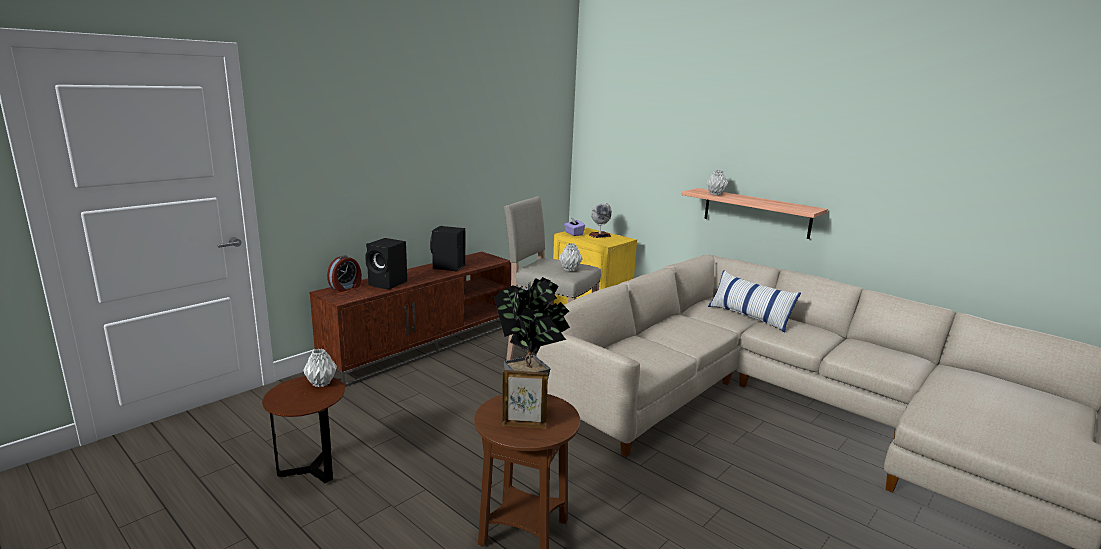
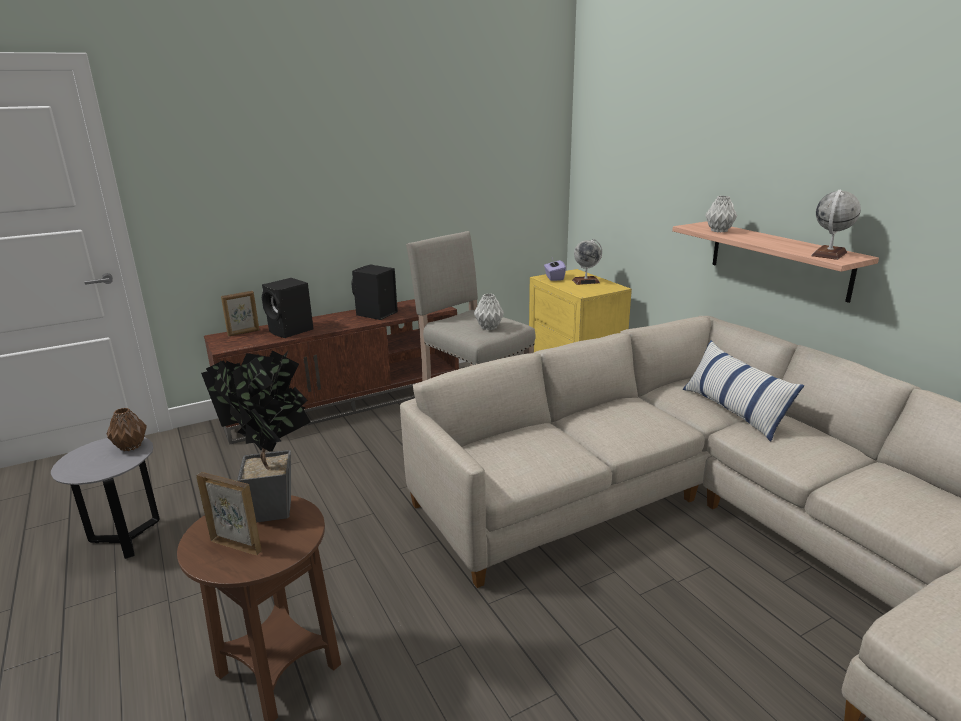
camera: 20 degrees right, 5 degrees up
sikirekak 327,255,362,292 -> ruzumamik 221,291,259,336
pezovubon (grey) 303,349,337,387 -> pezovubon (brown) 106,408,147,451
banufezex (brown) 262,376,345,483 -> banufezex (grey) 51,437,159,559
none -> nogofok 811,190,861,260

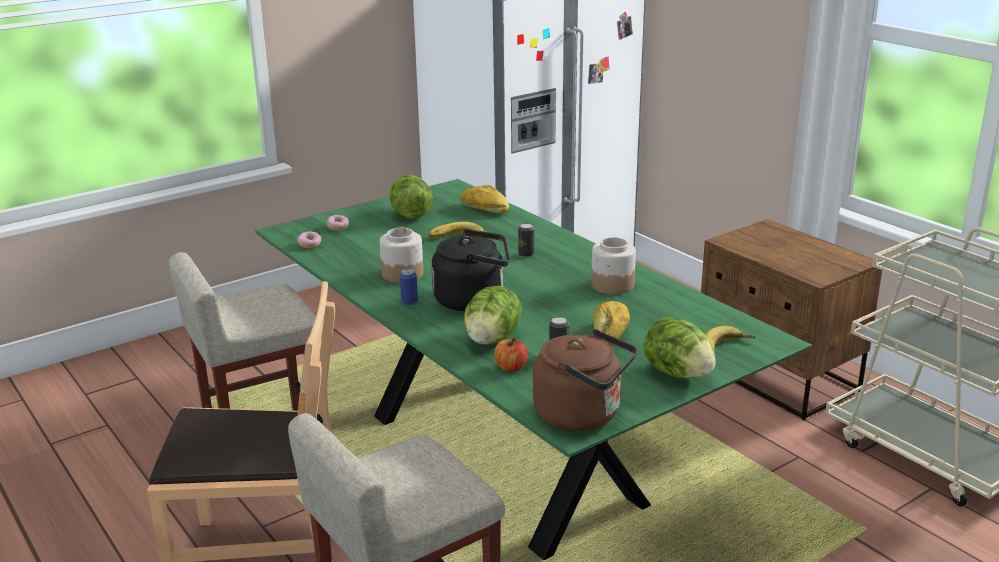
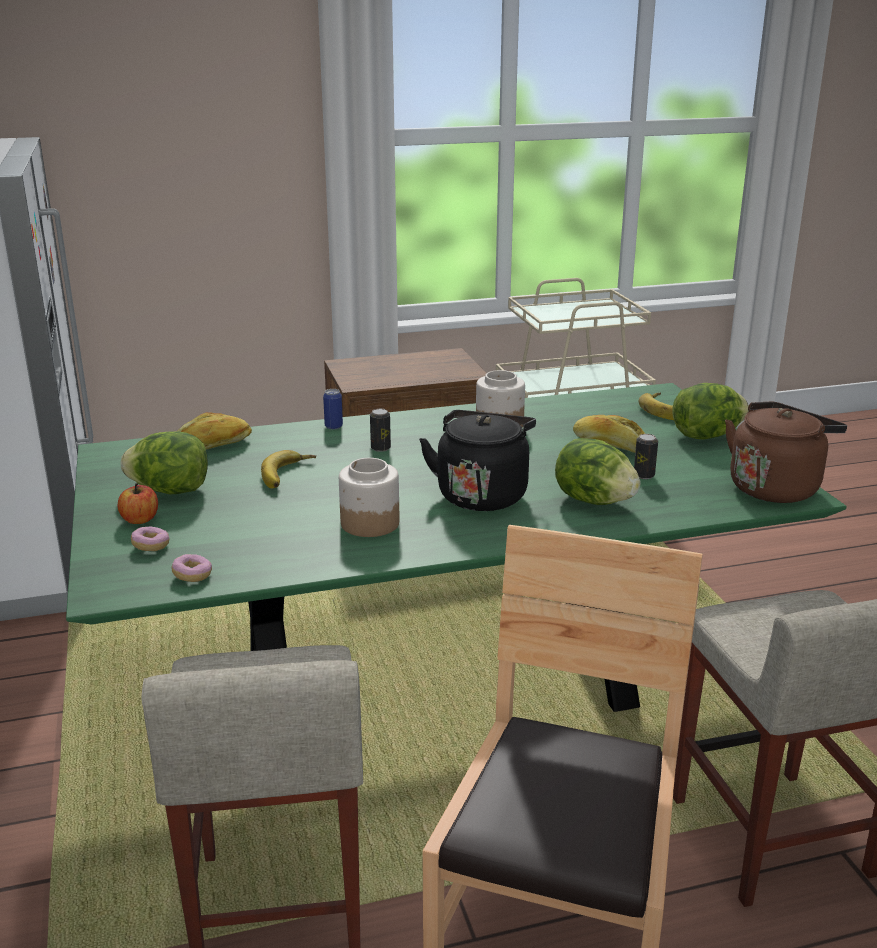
camera: 70 degrees left, 0 degrees up
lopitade 400,268,418,305 -> lopitade 323,389,343,429, shifted
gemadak 494,338,528,372 -> gemadak 118,483,158,524, shifted

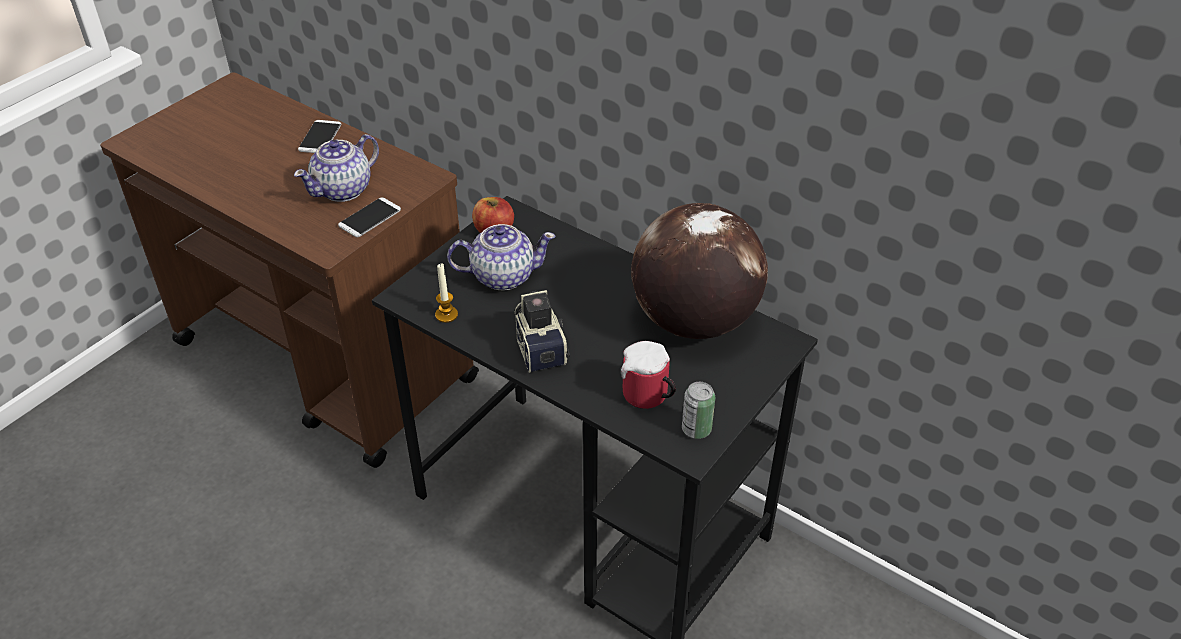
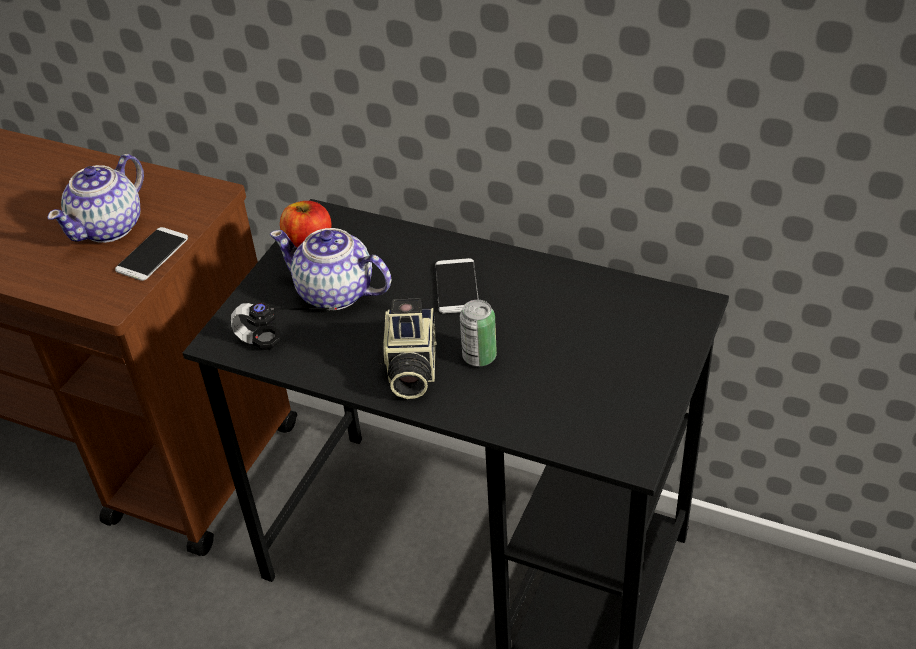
camera: 10 degrees left, 0 degrees up
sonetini 298,120,341,153 -> sonetini 435,258,479,314, shifted
nogofok 631,203,768,339 -> none
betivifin 447,224,556,291 -> betivifin 270,228,391,310, 135 degrees counterclockwise
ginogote 435,264,458,323 -> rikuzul 231,302,337,350
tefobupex 515,290,570,373 -> tefobupex 378,298,436,399, 150 degrees counterclockwise
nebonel 621,341,676,409 -> none
lopitade 682,382,715,439 -> lopitade 460,300,497,366, shifted

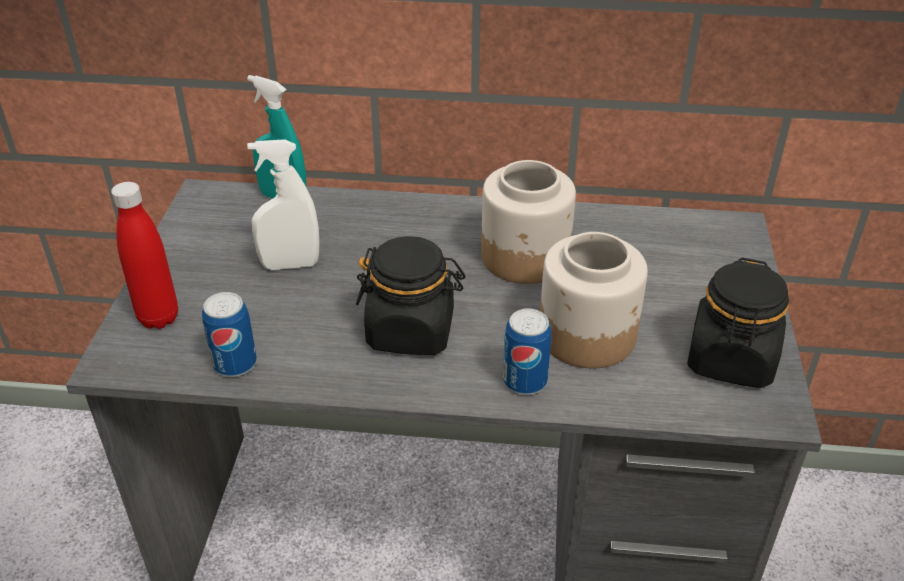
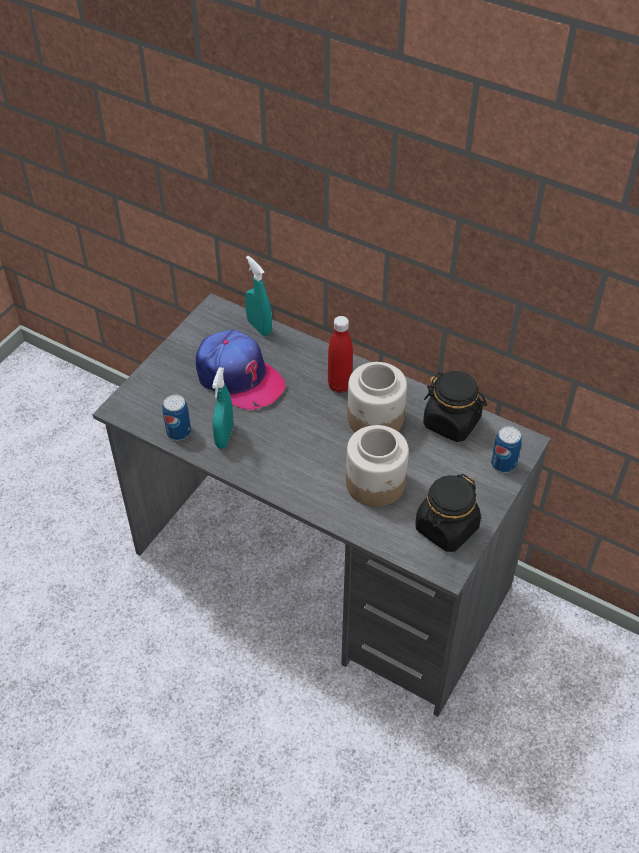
camera: 25 degrees right, 10 degrees up
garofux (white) 247,139,320,270 -> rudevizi 196,330,286,410
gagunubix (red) 111,182,178,329 -> gagunubix (red) 328,316,353,393, shifted
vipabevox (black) 356,236,465,355 -> vipabevox (black) 423,371,487,442, shifted
lopitade 503,308,552,395 -> lopitade 491,426,522,473, shifted
none -> garofux (turquoise) 212,367,233,449

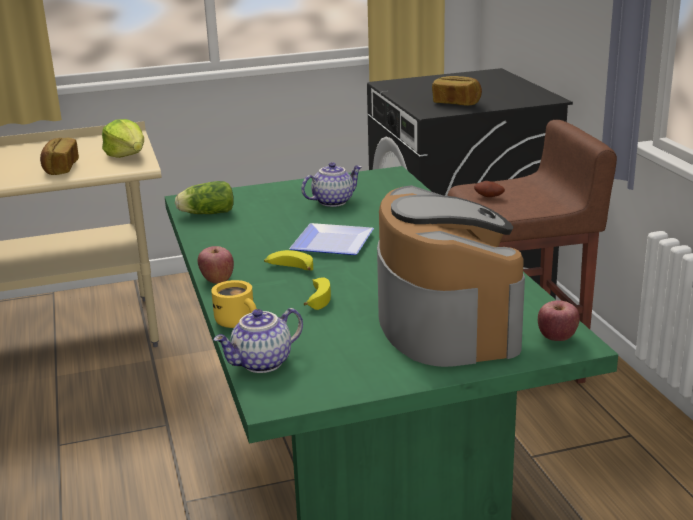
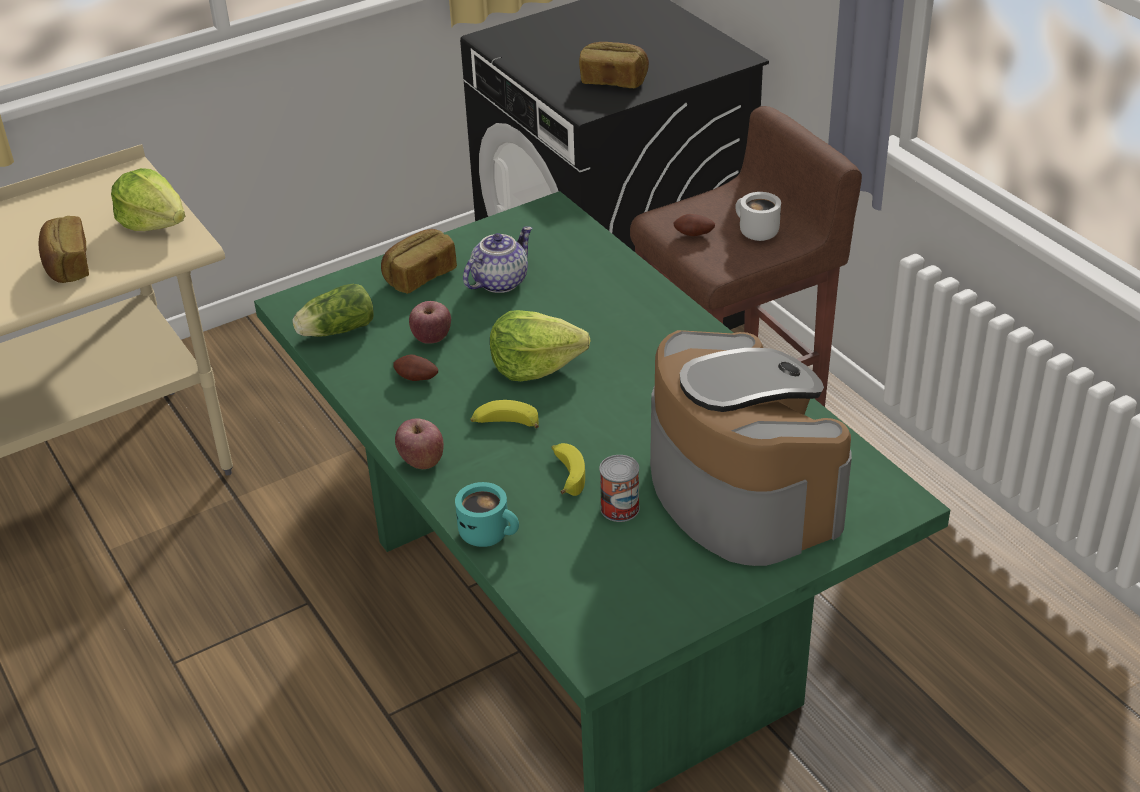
camera: 15 degrees left, 15 degrees up
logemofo 289,223,374,255 -> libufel 490,310,591,381
nebonel (yellow) 211,280,257,328 -> nebonel (turquoise) 455,482,519,547
gemadak 538,300,580,341 -> gemadak 409,301,451,344, shifted
betivifin 213,308,303,373 -> none
none -> nebonel (white) 735,192,781,241
none -> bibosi 381,229,457,294
none -> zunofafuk 393,354,438,381
none -> lopitade 599,455,640,522

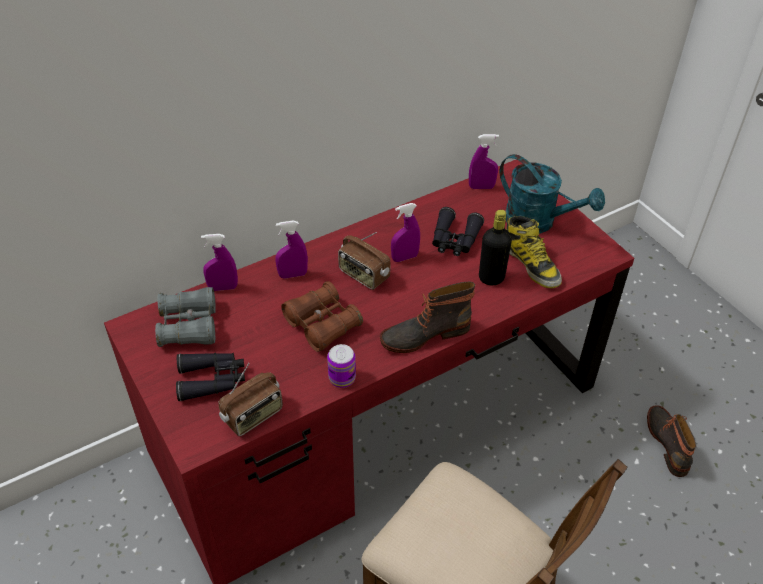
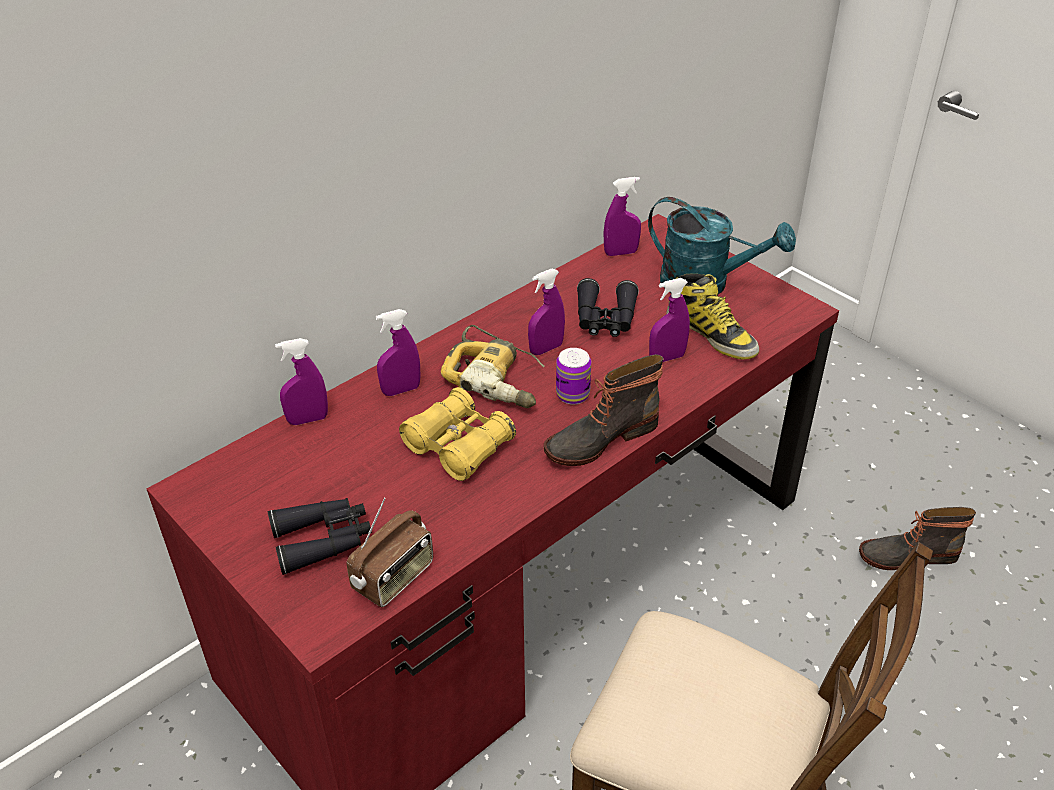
camera: 10 degrees left, 5 degrees down
gagunubix (black) 479,210,512,285 -> garofux (purple) 649,278,690,362
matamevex 338,232,390,290 -> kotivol 441,325,545,408
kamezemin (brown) 281,281,363,352 -> kamezemin (yellow) 399,387,516,481
kamezemin (grey) 155,287,216,347 -> none
lopitade 327,344,356,388 -> lopitade 556,348,591,405, shifted
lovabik 647,406,696,477 -> lovabik 859,507,976,570, 75 degrees counterclockwise

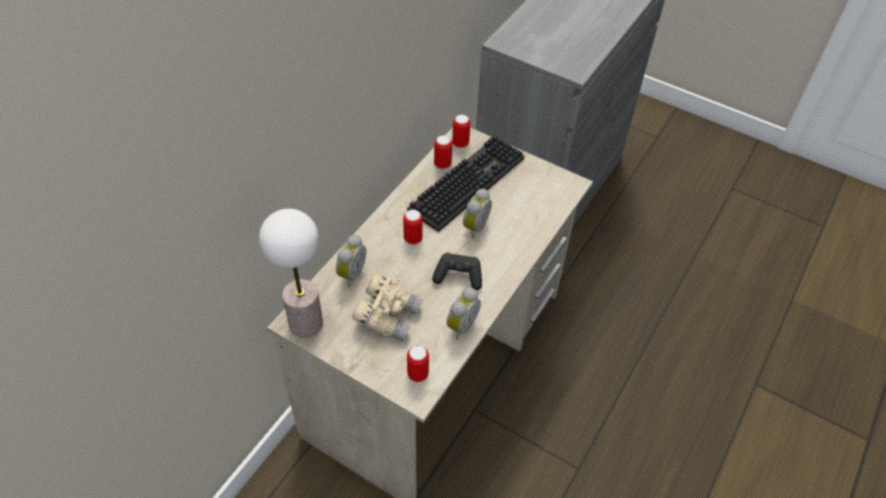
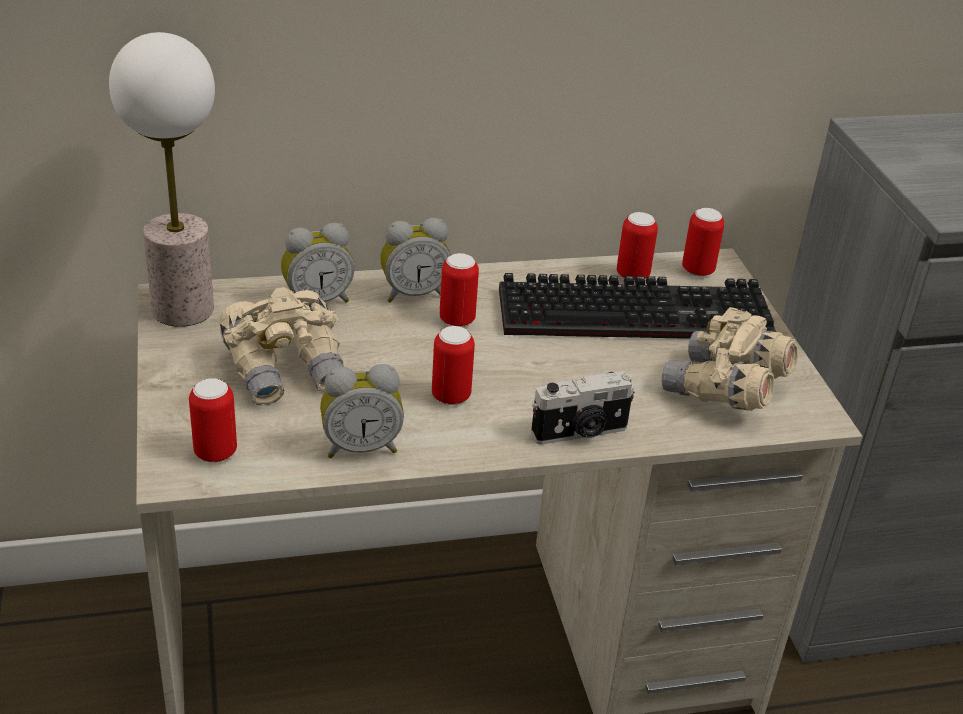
camera: 45 degrees right, 15 degrees down
sikirekak 463,189,492,238 -> sikirekak 380,218,451,303, shifted
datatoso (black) 432,253,482,290 -> lopitade 432,326,475,405
none -> kamezemin (beige) 662,307,798,411
none -> tefobupex 531,371,635,445

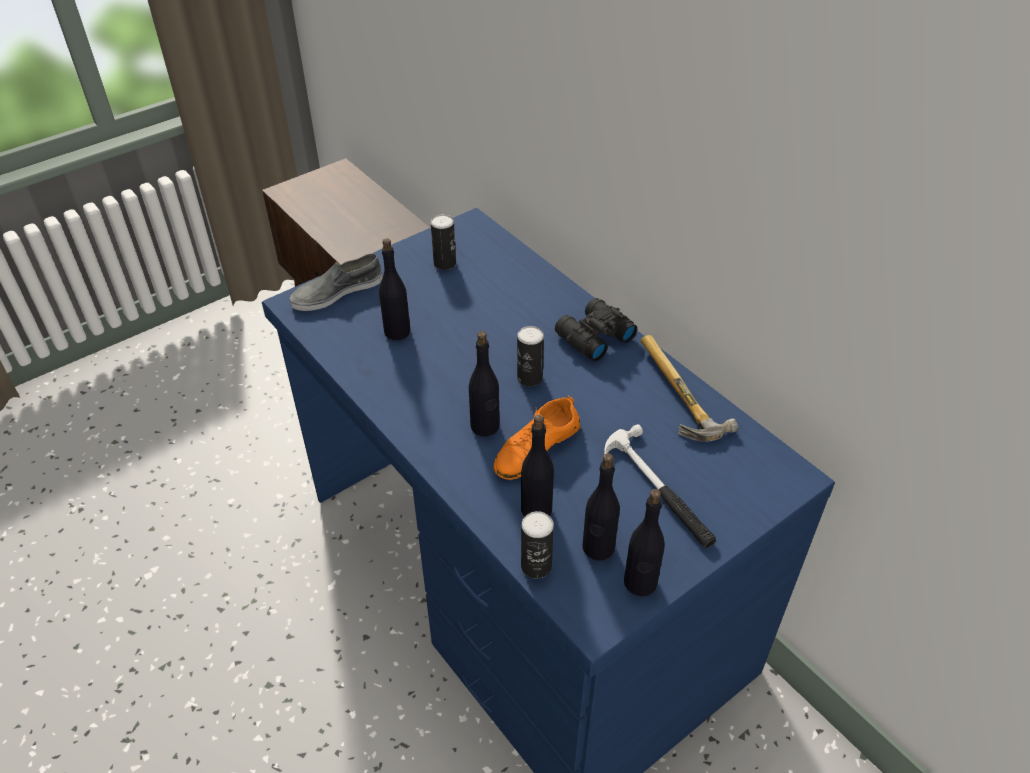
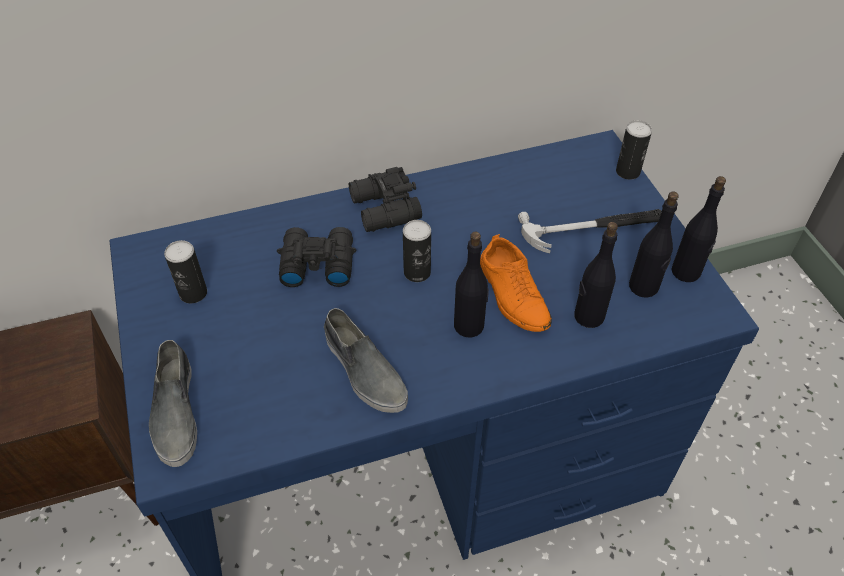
camera: 70 degrees left, 5 degrees up
gagunubix (black) 379,238,410,340 -> none
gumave 640,335,738,442 -> none
lopitade 521,511,554,579 -> lopitade 616,120,652,180, shifted
none -> kamezemin (black) 277,227,356,287
none -> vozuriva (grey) 324,308,408,413

